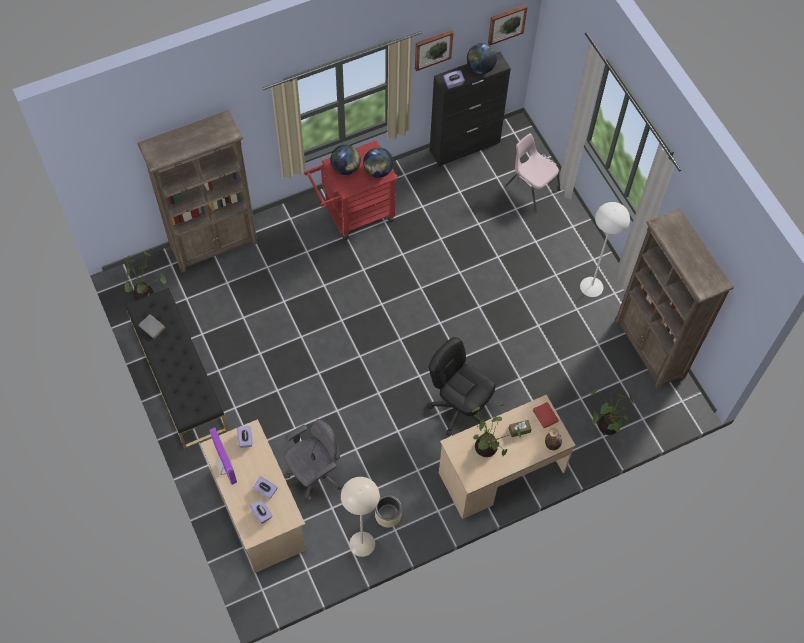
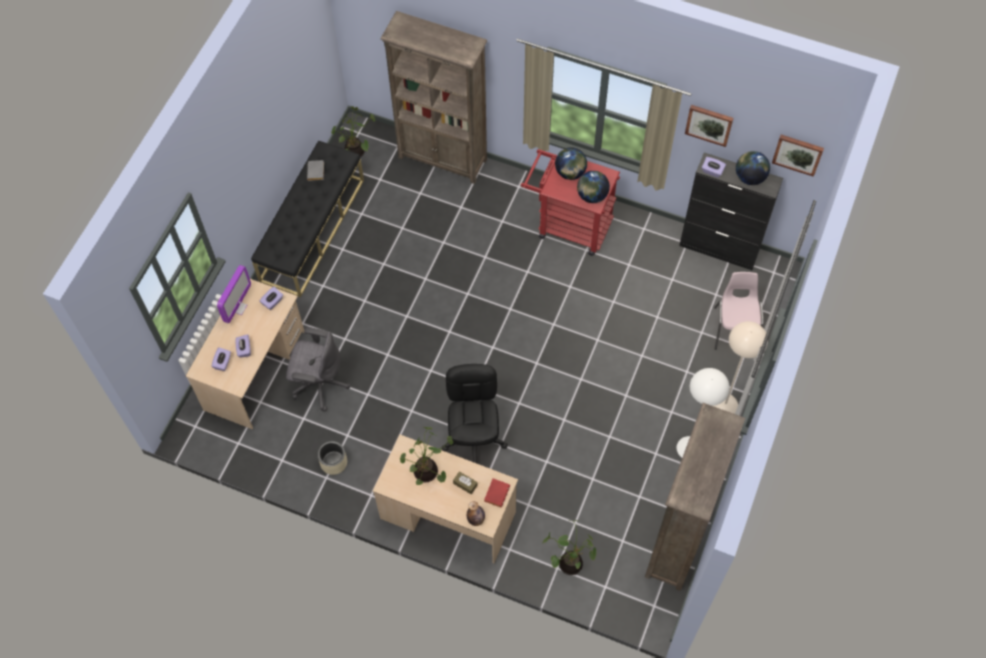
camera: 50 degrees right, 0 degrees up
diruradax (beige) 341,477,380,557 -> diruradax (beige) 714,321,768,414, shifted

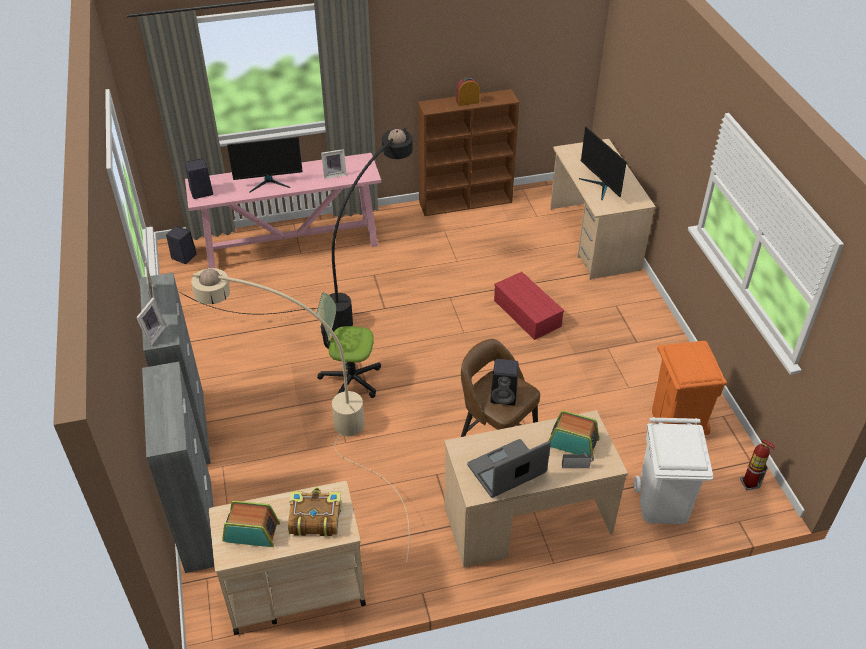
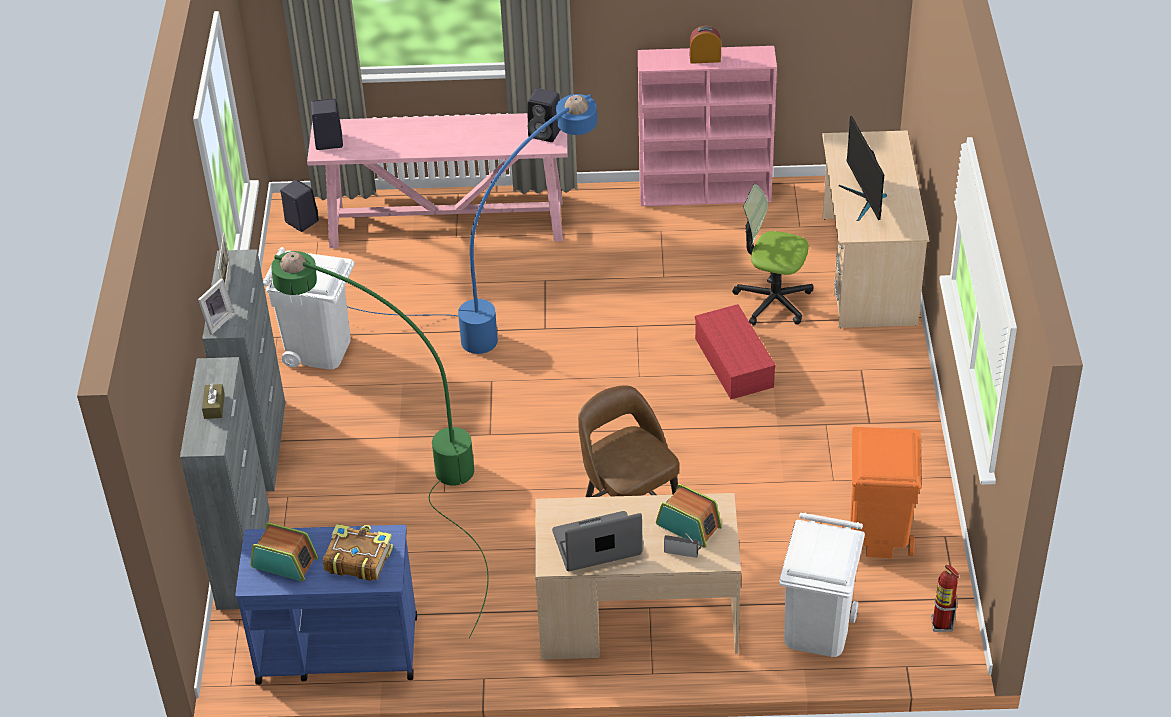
camera: 15 degrees right, 0 degrees up
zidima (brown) 418,89,519,216 -> zidima (pink) 638,46,777,206
diruradax (black) 180,128,412,332 -> diruradax (blue) 347,94,597,354
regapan 227,137,303,192 -> none
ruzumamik 321,149,347,179 -> none
diruradax (beige) 191,268,410,562 -> diruradax (green) 271,251,489,638
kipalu 317,292,381,398 -> kipalu 732,184,814,326, shifted
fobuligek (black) 490,359,518,405 -> fobuligek (black) 528,88,560,142, shifted
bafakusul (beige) 209,481,366,635 -> bafakusul (blue) 235,525,417,685
none -> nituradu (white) 263,247,355,370
none -> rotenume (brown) 202,383,225,419

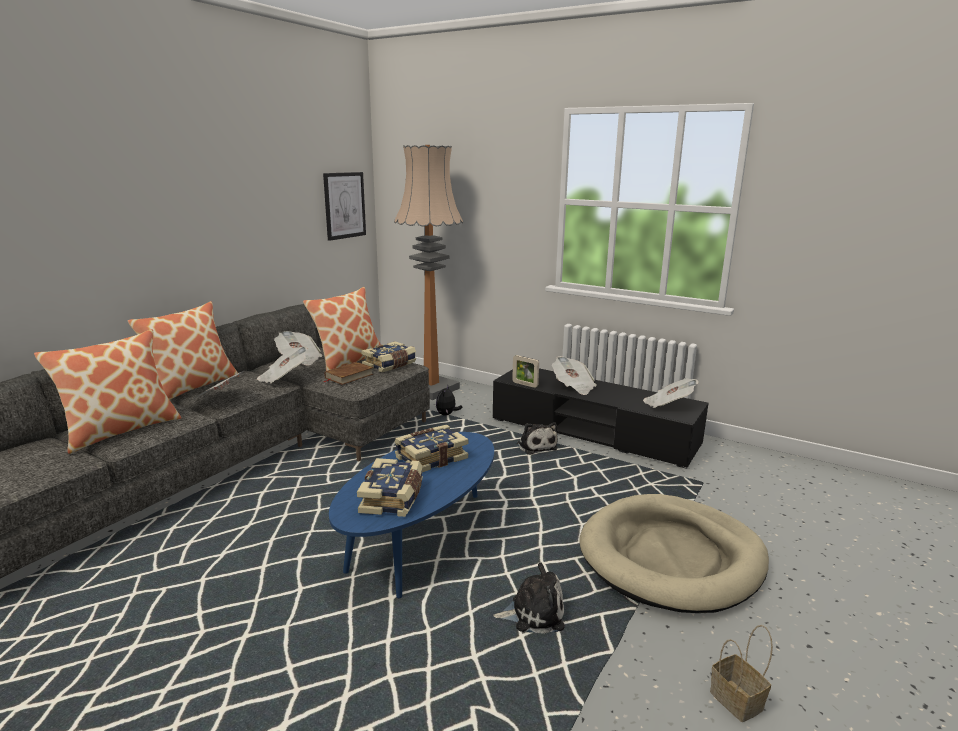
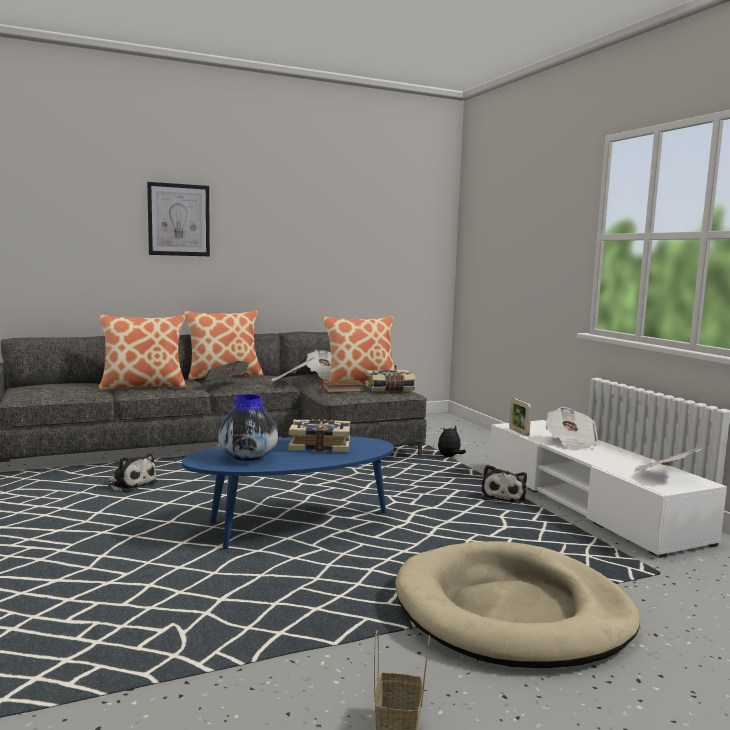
camera: 35 degrees right, 10 degrees down
diruradax 394,145,463,400 -> none
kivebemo 323,172,366,241 -> kivebemo 147,182,210,256, shifted
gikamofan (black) 493,368,708,469 -> gikamofan (white) 489,420,727,558
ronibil 357,458,423,517 -> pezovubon 218,394,278,461
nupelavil 493,562,565,634 -> nupelavil 108,453,158,493, shifted

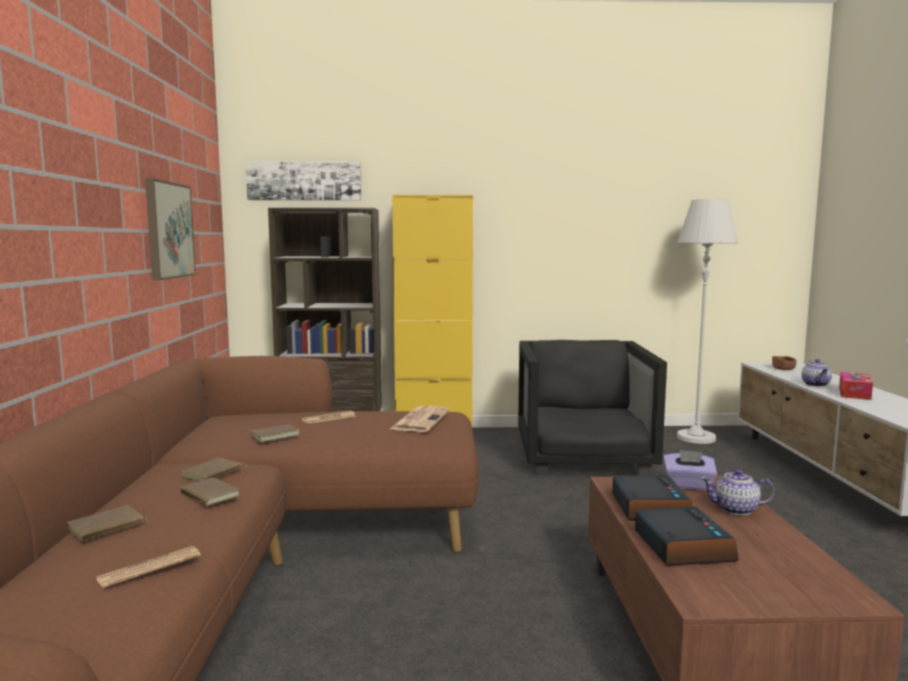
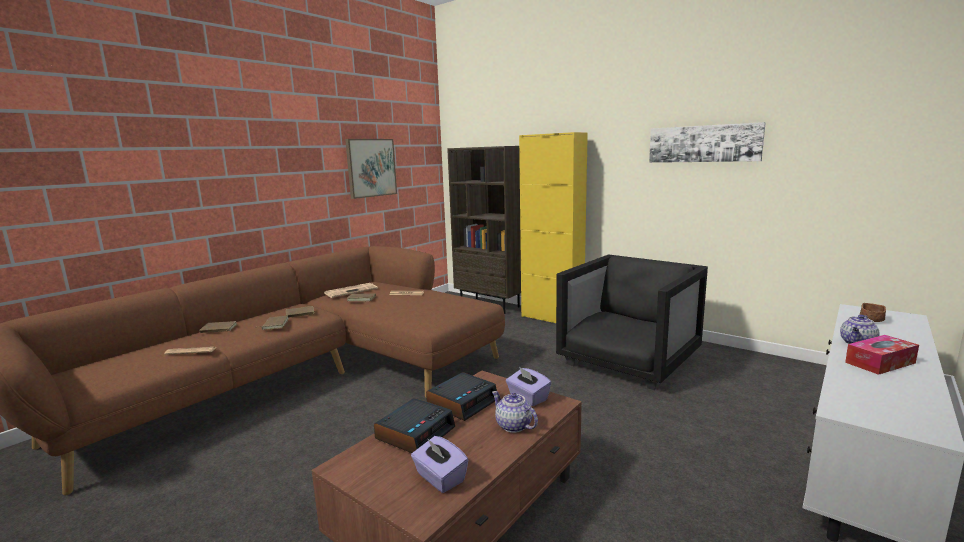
camera: 40 degrees right, 5 degrees up
kivebemo 245,161,361,200 -> kivebemo 649,122,766,163, shifted
diruradax (white) 677,199,738,444 -> none
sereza 390,406,450,432 -> sereza 324,283,378,298, shifted
none -> rotenume (purple) 411,436,468,493

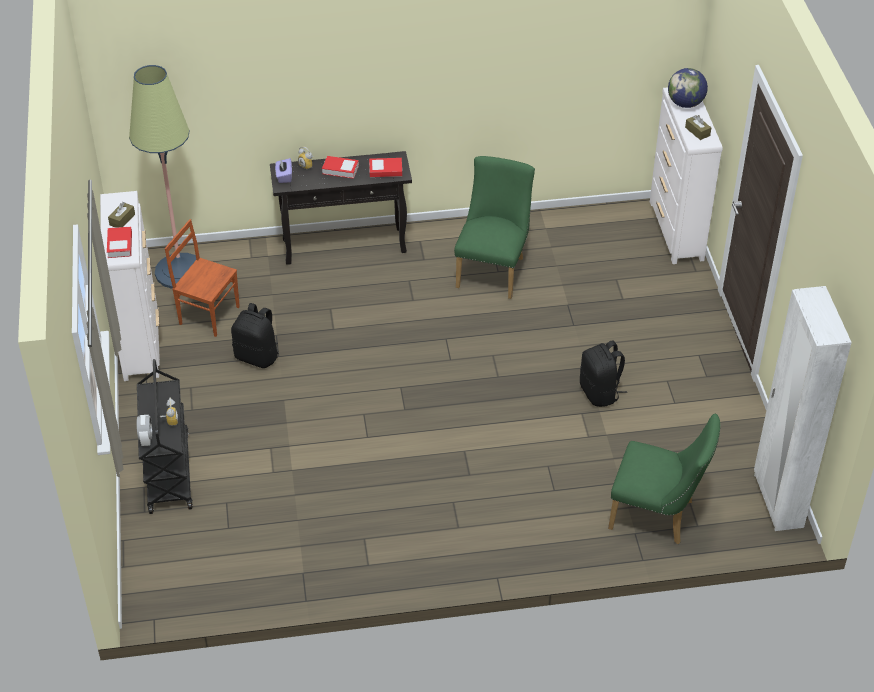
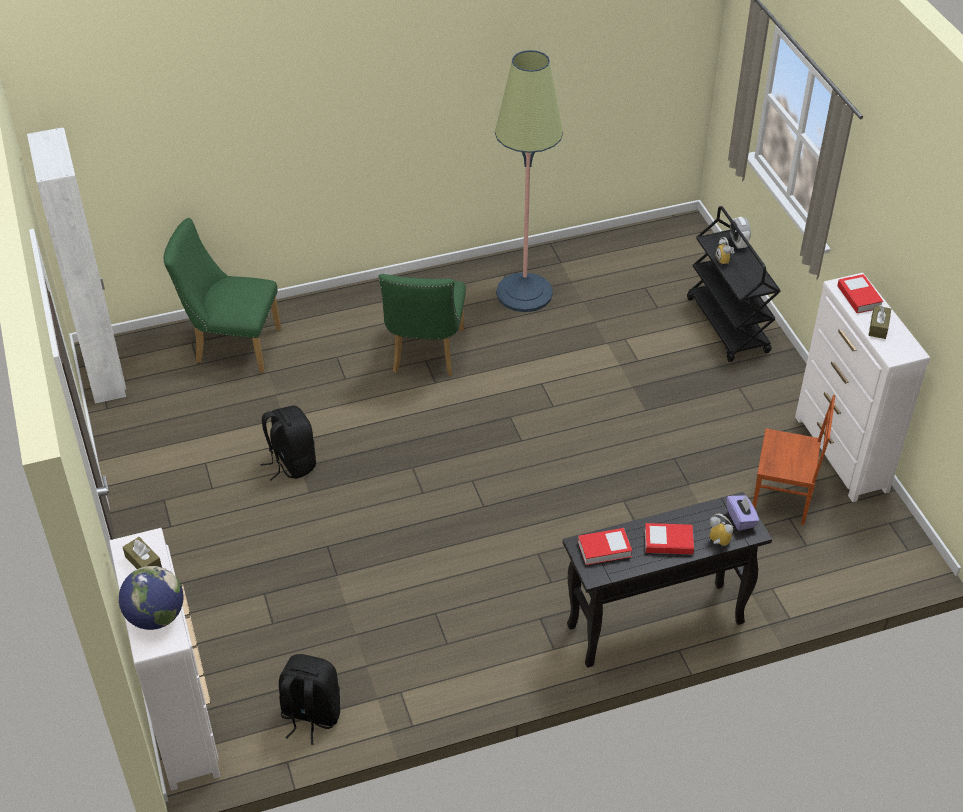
camera: 170 degrees right, 0 degrees up
diruradax 129,65,196,289 -> diruradax 495,50,563,312, shifted
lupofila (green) 454,156,535,299 -> lupofila (green) 378,274,466,376, shifted
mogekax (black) 231,303,278,368 -> mogekax (black) 279,654,340,745, shifted

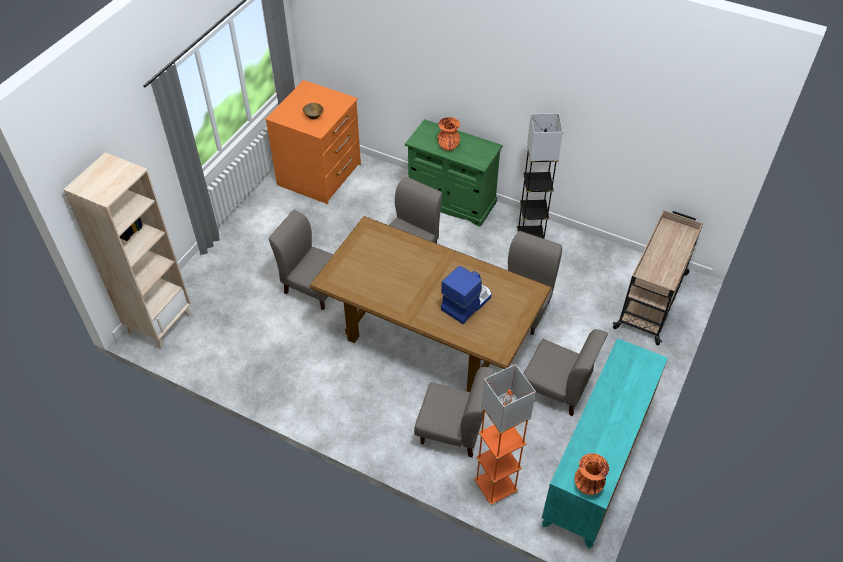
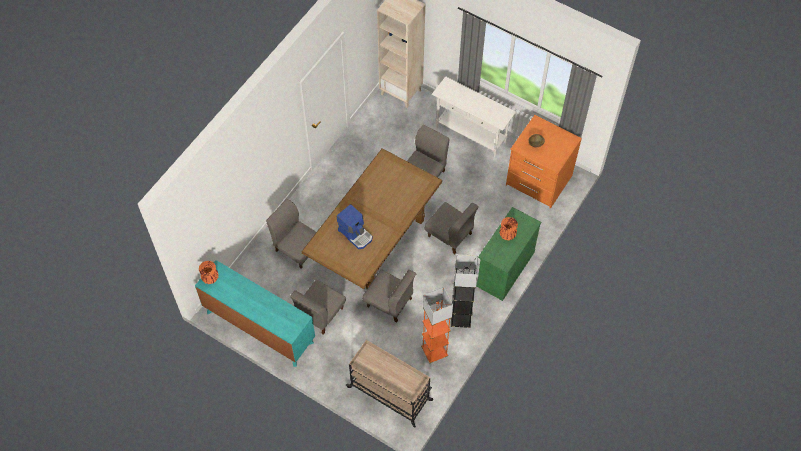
camera: 95 degrees right, 10 degrees up
diruradax (orange) 474,364,536,505 -> diruradax (orange) 421,287,453,363, shifted
lupofila (grey) 414,367,495,458 -> lupofila (grey) 266,199,316,269, 105 degrees clockwise
none -> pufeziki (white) 432,76,516,157

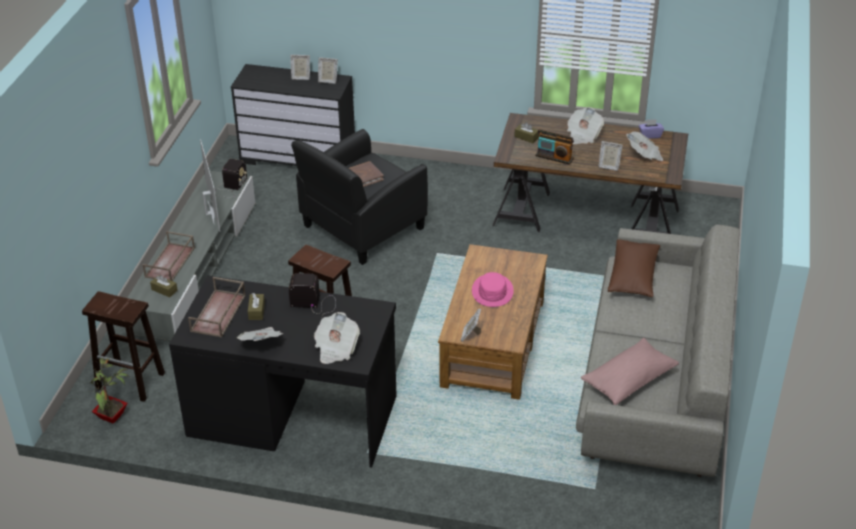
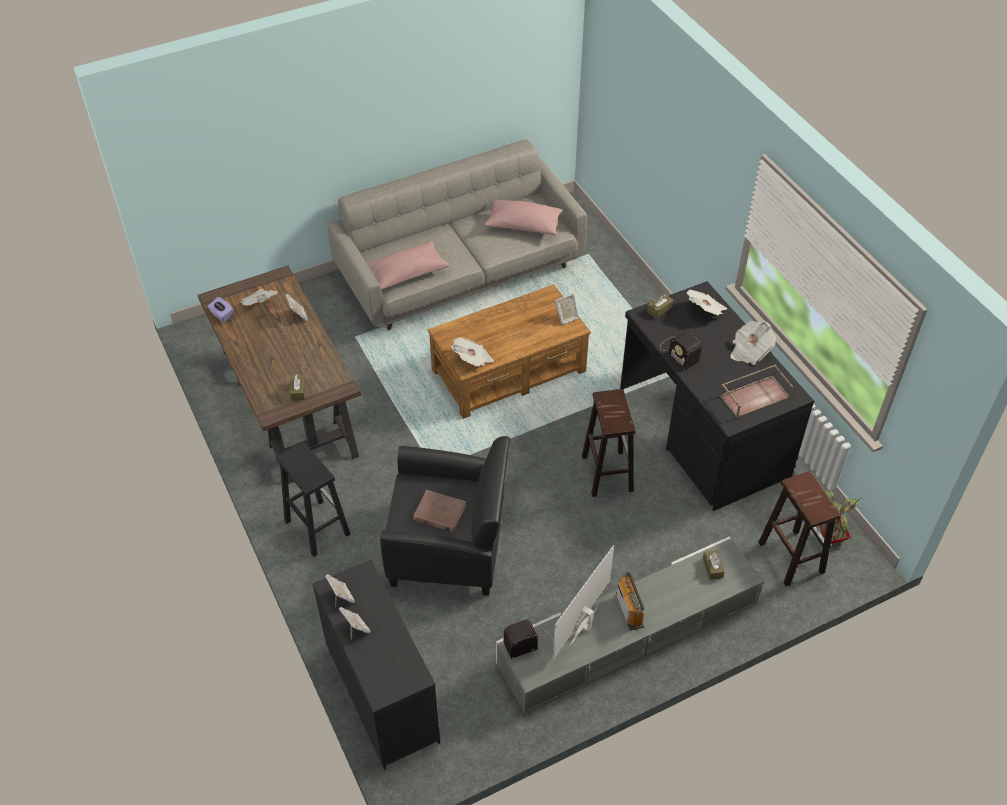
camera: 130 degrees left, 10 degrees up
sereza 567,107,604,144 -> sereza 451,337,494,367, shifted
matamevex 535,129,574,165 -> matamevex 616,572,644,630, shifted
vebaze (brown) 143,231,195,281 -> none
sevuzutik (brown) 608,239,660,297 -> sevuzutik (pink) 367,241,449,290
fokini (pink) 472,272,514,307 -> none
rotenume (brown) 248,293,265,320 -> rotenume (brown) 647,294,674,318, shifted
none -> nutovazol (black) 276,442,351,557

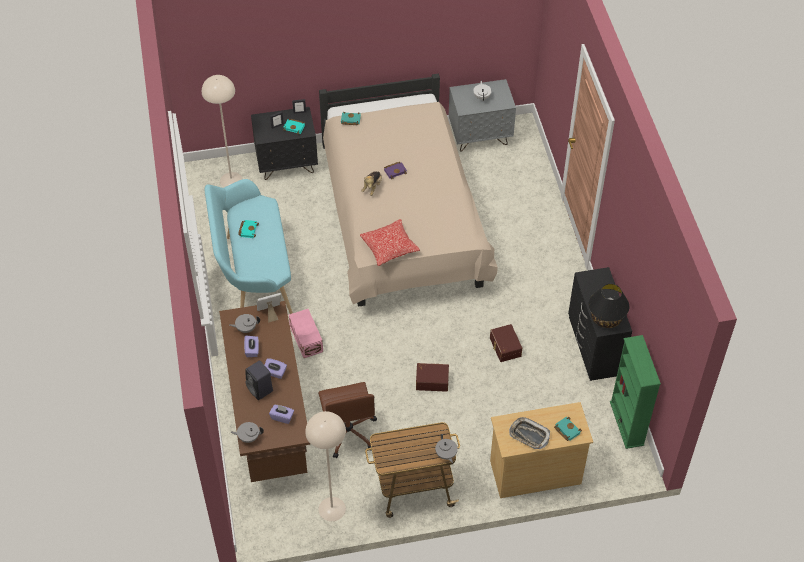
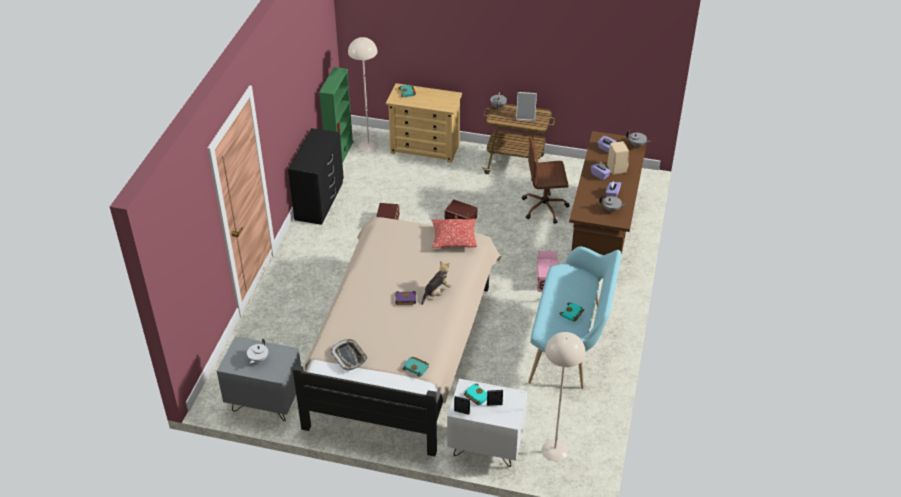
camera: 155 degrees left, 10 degrees down
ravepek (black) 251,107,318,180 -> ravepek (white) 447,379,528,467
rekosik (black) 589,284,629,328 -> none
ruzumamik 257,293,281,323 -> ruzumamik 516,92,537,121, shifted
fobuligek (black) 245,360,273,400 -> fobuligek (beige) 607,141,629,175
kipalu (brown) 318,382,377,458 -> kipalu (brown) 522,137,570,224, 105 degrees counterclockwise
diruradax (beige) 305,411,346,521 -> diruradax (beige) 348,37,379,152, shifted
vebaze 509,417,550,449 -> vebaze 330,339,368,371, shifted

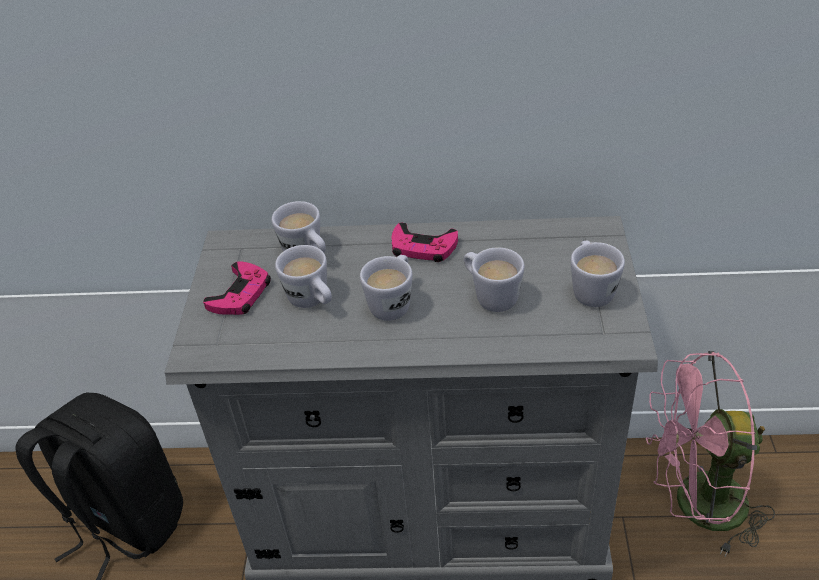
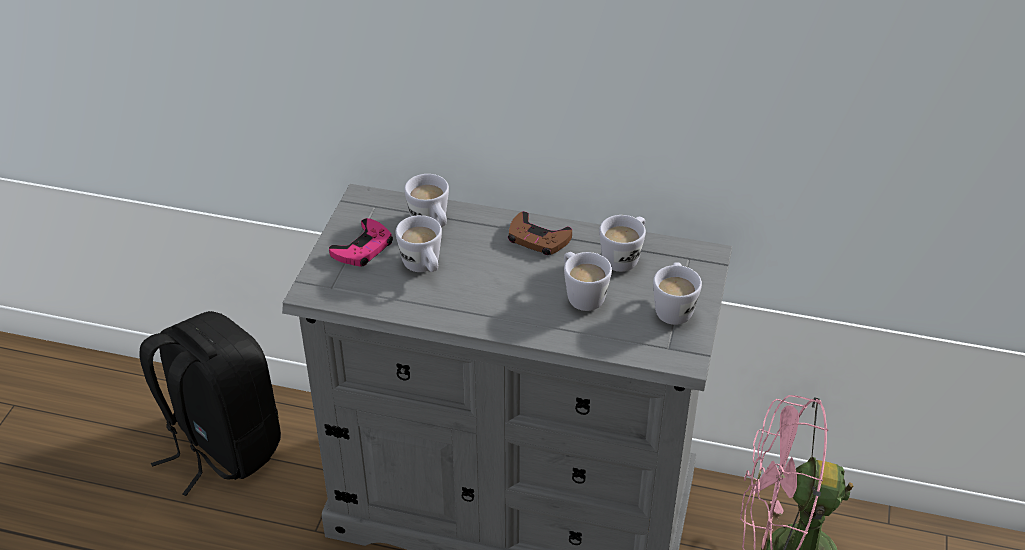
camera: 10 degrees right, 0 degrees up
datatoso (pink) 391,222,458,262 -> datatoso (brown) 508,211,572,255
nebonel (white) 360,255,413,321 -> nebonel (white) 599,215,646,272, shifted

